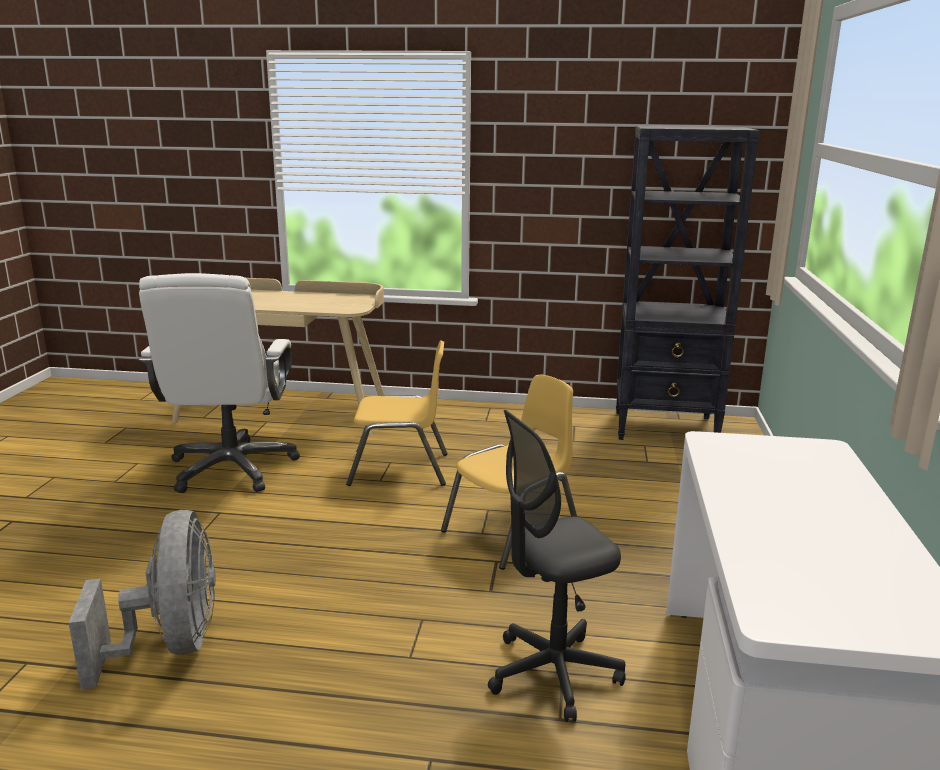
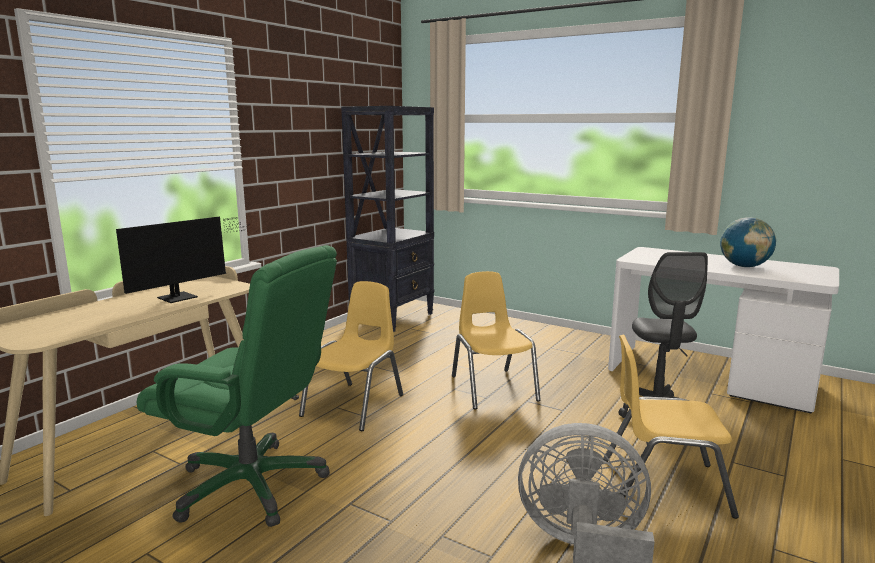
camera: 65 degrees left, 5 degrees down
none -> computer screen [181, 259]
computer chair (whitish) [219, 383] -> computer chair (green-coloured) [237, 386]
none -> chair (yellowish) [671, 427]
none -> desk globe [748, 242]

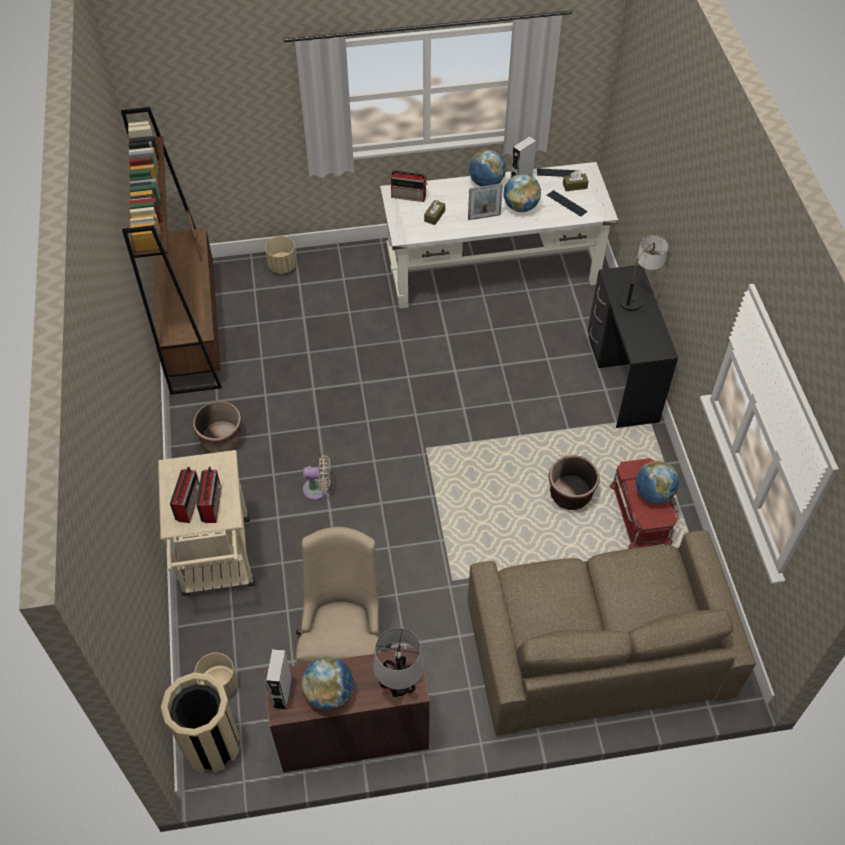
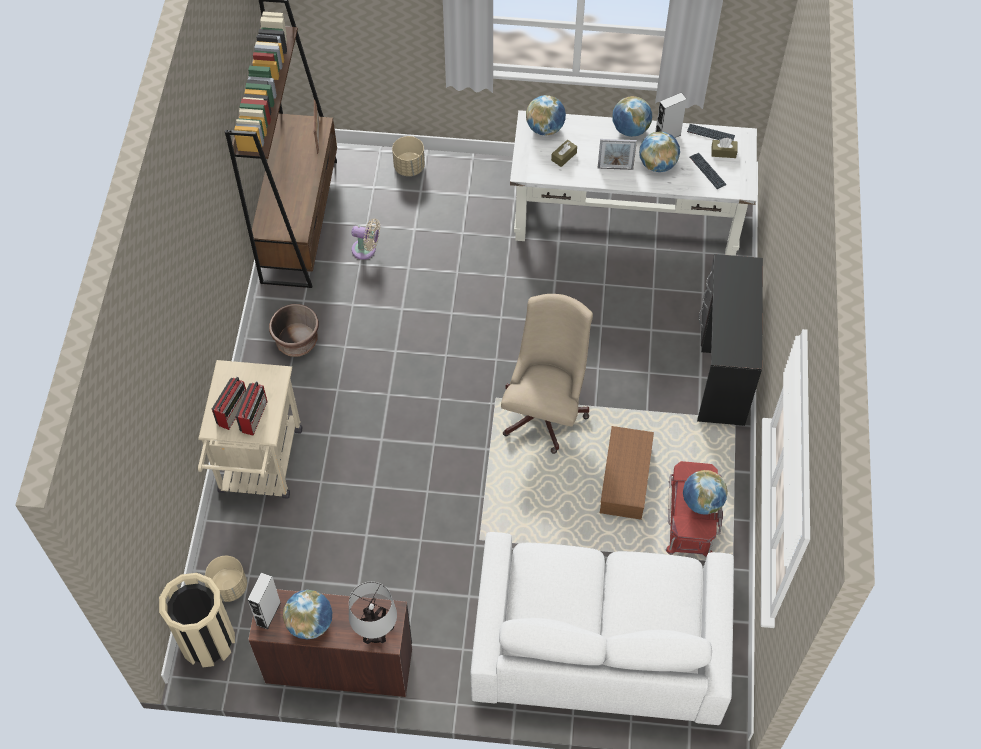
camera: 15 degrees right, 5 degrees up
cooling fan (sand-coloured) [317, 477] -> cooling fan (sand-coloured) [365, 239], relocated
couch (brownish) [612, 633] -> couch (whitish) [602, 628]
computer chair (sand-coloured) [344, 595] -> computer chair (sand-coloured) [547, 374], relocated
radio [409, 186] -> desk globe [546, 115]
flower pot (brownish) [574, 482] -> storage box (brownish) [627, 473]
tabletop lamp [644, 273] -> none

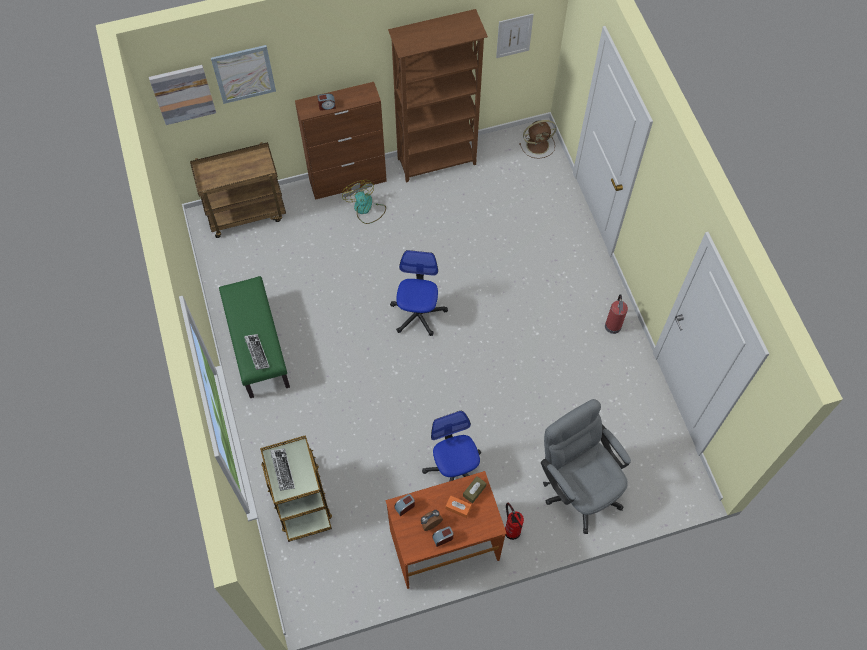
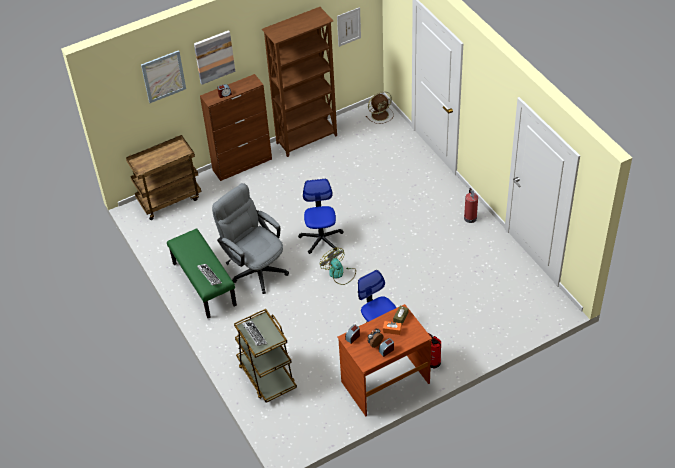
camera: 10 degrees left, 15 degrees down
picture [182, 95] -> picture [214, 57], relocated
computer chair (grey) [586, 466] -> computer chair (grey) [250, 238], relocated
cooling fan [364, 202] -> cooling fan [338, 266], relocated

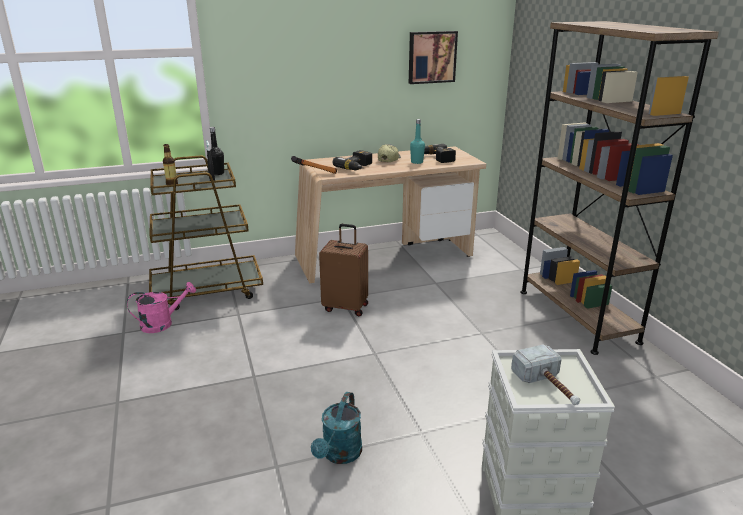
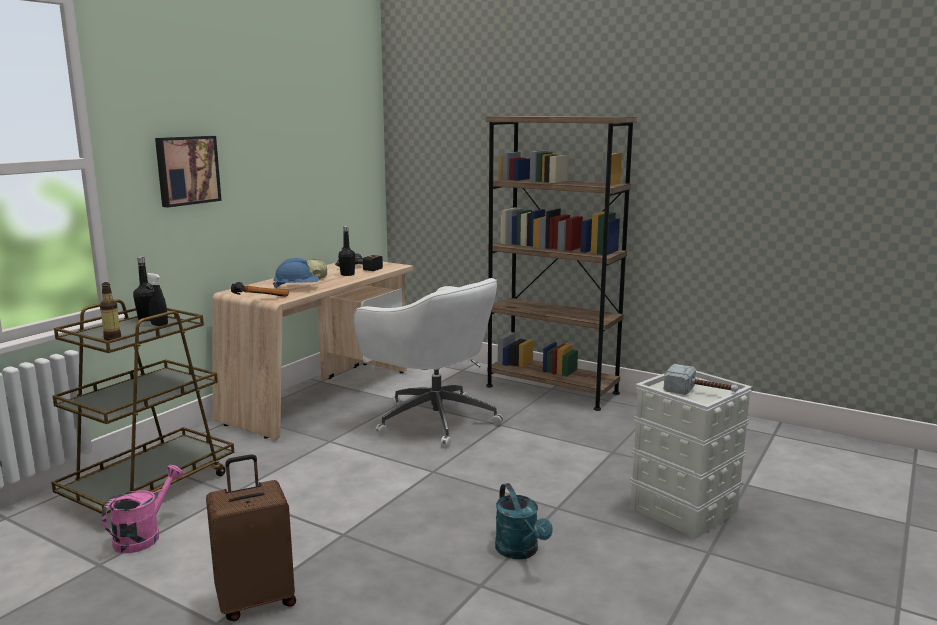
camera: 40 degrees left, 10 degrees down
picture [433, 57] -> picture [188, 172], relocated
travel case (brownish) [343, 270] -> travel case (brownish) [251, 537], relocated
power drill [352, 160] -> hard hat (blue-coloured) [296, 273]
bottle (turquoise) [417, 141] -> bottle (black) [346, 251]
none -> computer chair (whitish) [428, 363]

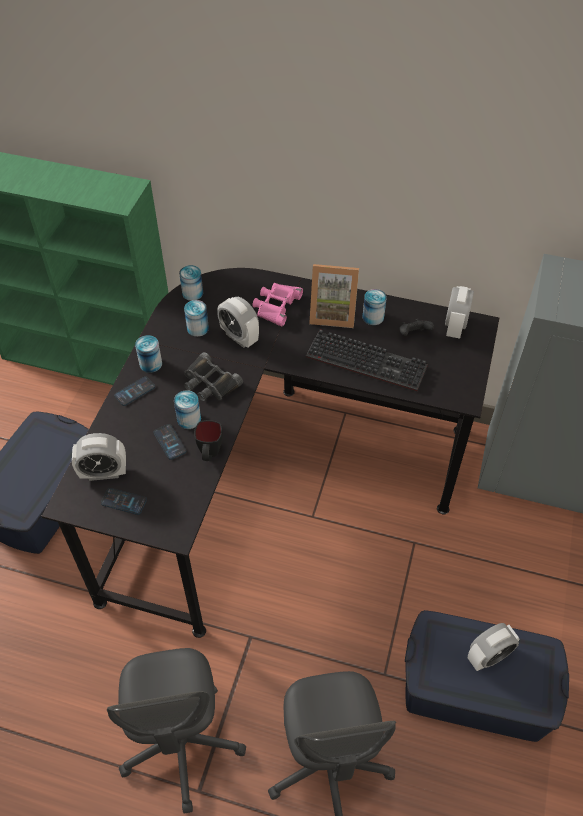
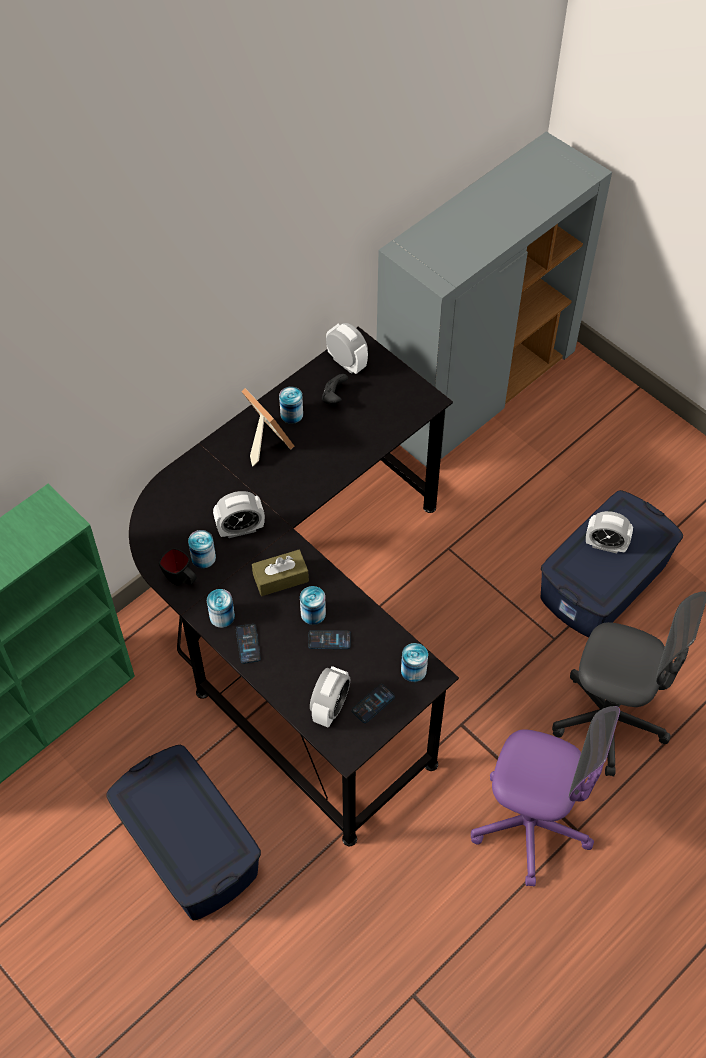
camera: 60 degrees left, 5 degrees up
mug (black) [208, 440] -> mug (black) [178, 567], relocated
standing frame [334, 296] -> standing frame [267, 427], 75 degrees counterclockwise
binoculars (black) [213, 376] -> tissue holder (brownish) [280, 573]
can [191, 283] -> can [414, 662], relocated
computer chair (grey) [176, 731] -> computer chair (purplish) [545, 796]
alarm clock [494, 647] -> alarm clock [609, 532], 105 degrees clockwise
binoculars (pink) [277, 304] -> none
keyboard [367, 361] -> none

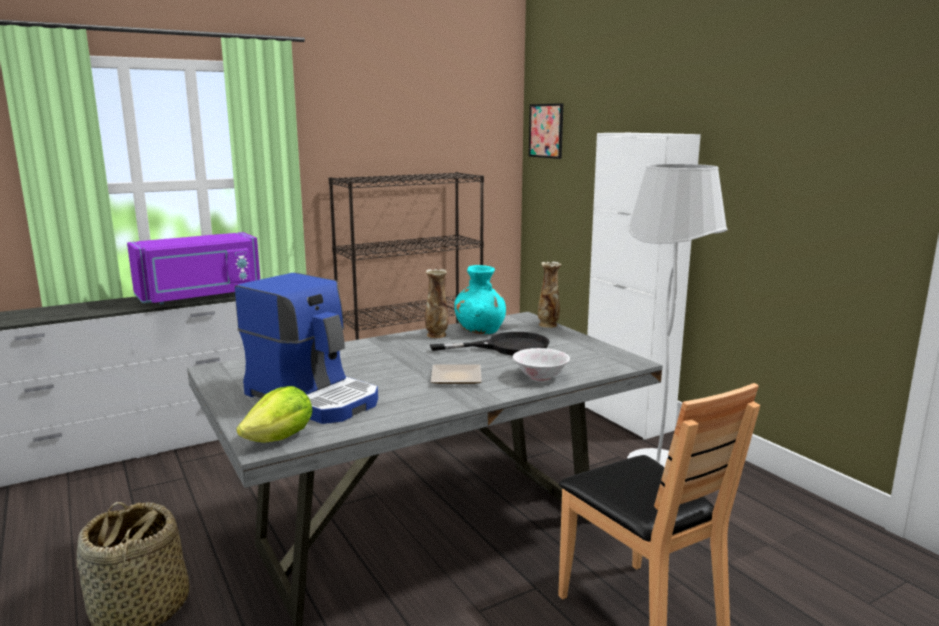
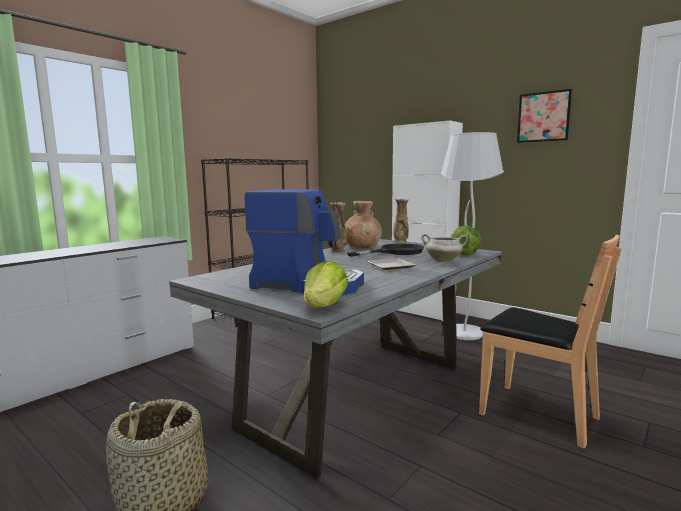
camera: 20 degrees left, 5 degrees down
vase (turquoise) [480, 299] -> vase (brownish) [363, 224]
bowl (whitish) [541, 364] -> cooking pot (whitish) [444, 248]
none -> lettuce [466, 240]
picture [546, 131] -> picture [544, 116], relocated
microwave (purplish) [193, 268] -> none

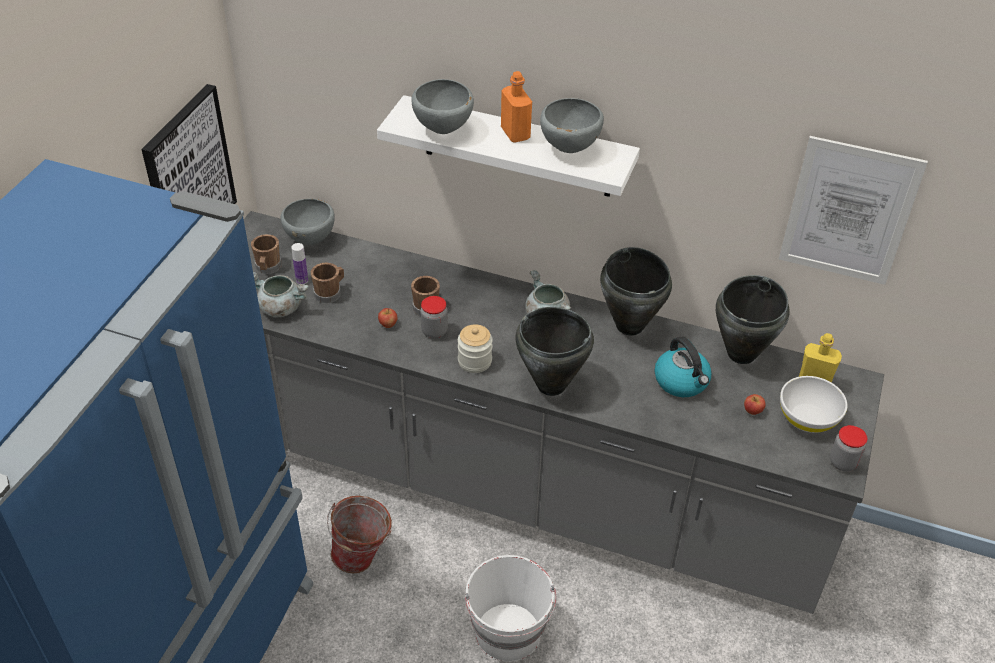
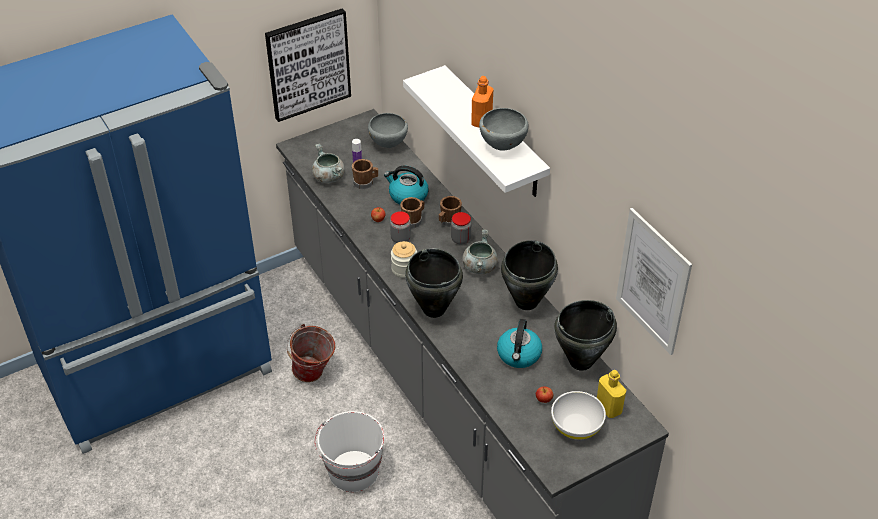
camera: 40 degrees right, 0 degrees up
none -> kettle [406, 185]
mug (brownish) [266, 254] -> mug (brownish) [450, 211], relocated
preserve jar [848, 448] -> preserve jar [461, 228], relocated
bowl (grey) [442, 106] -> none

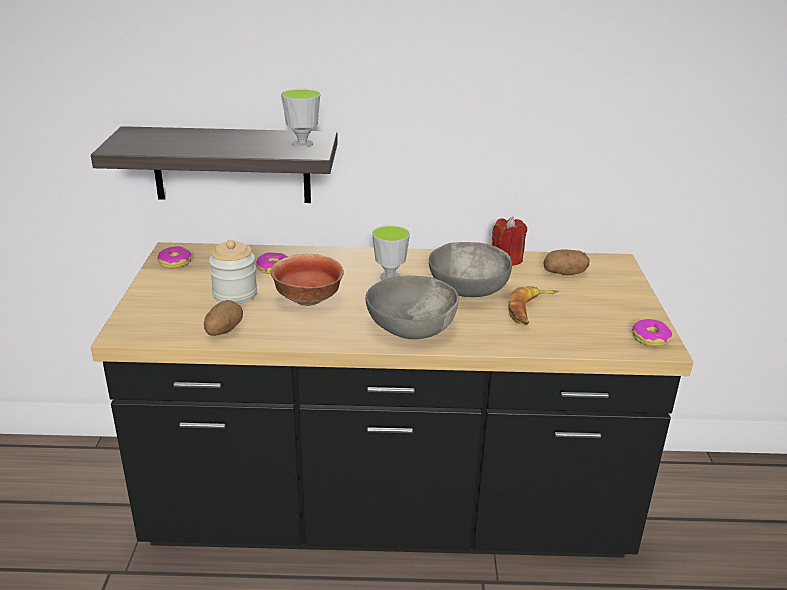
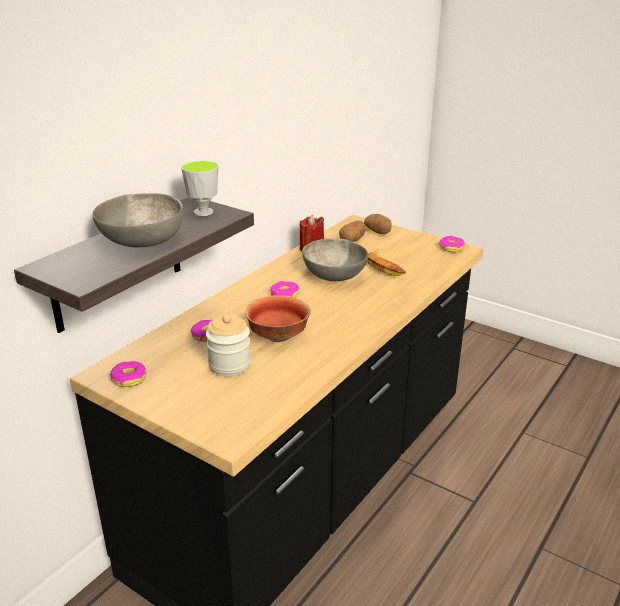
camera: 55 degrees left, 0 degrees up
bowl (grey) [412, 307] -> bowl (grey) [138, 220], relocated
drinking cup [391, 252] -> donut [284, 289]
spud [223, 318] -> spud [378, 224], relocated

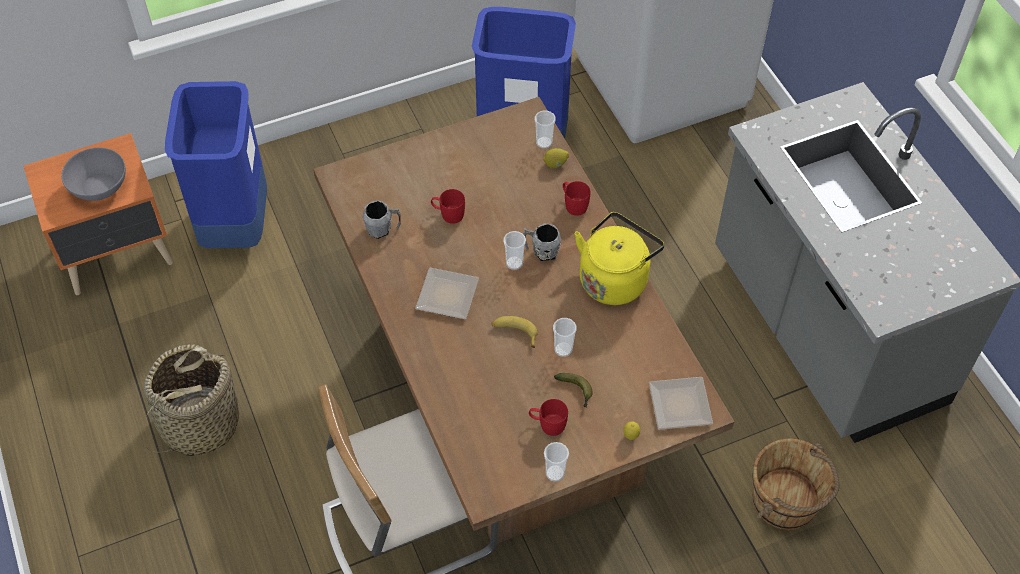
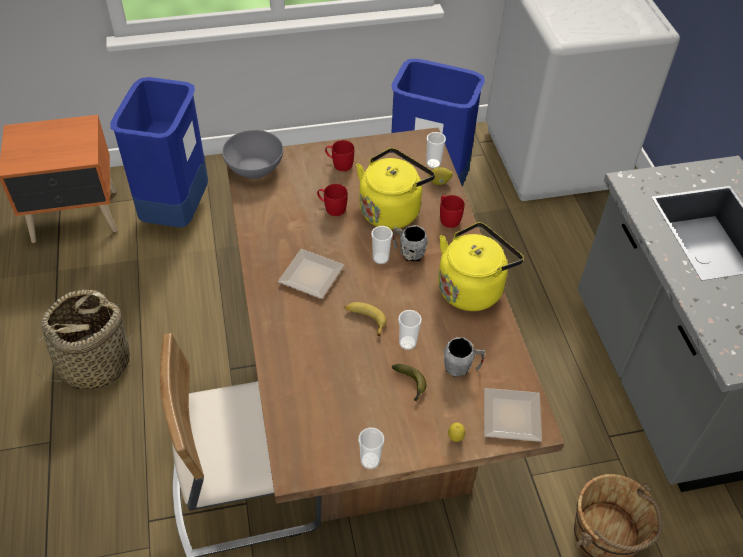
camera: 10 degrees right, 5 degrees down
bowl (grey) [93, 174] -> bowl (grey) [252, 154], relocated
mug (reddish) [548, 417] -> mug (reddish) [339, 155], relocated
none -> kettle (yellowish) [395, 188]
mug (grey) [382, 220] -> mug (grey) [464, 357], relocated

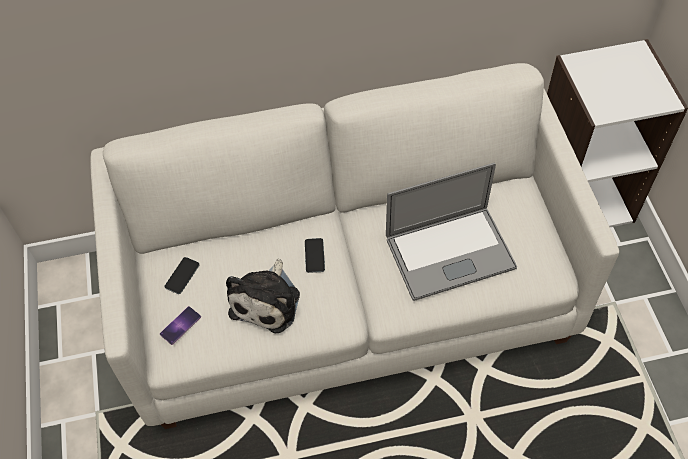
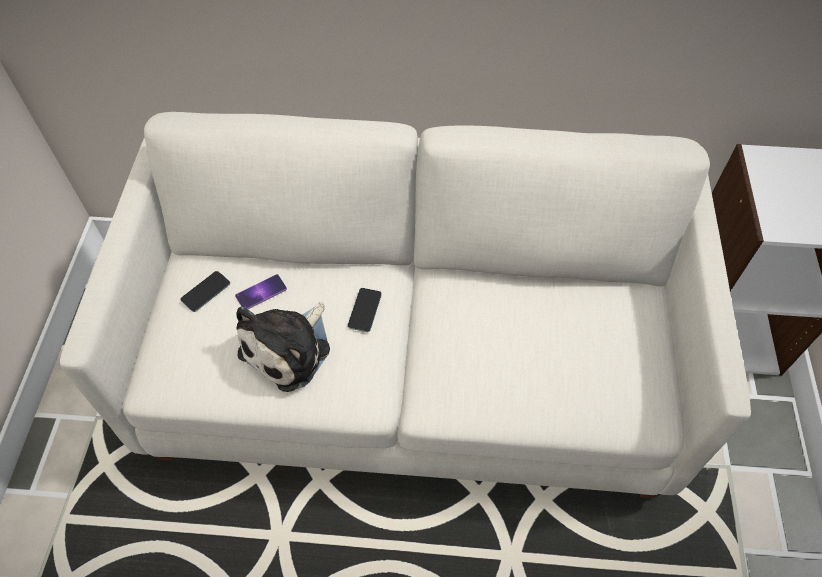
camera: 15 degrees right, 0 degrees up
phone [180, 325] -> phone [261, 291], relocated
portable computer [451, 232] -> none

